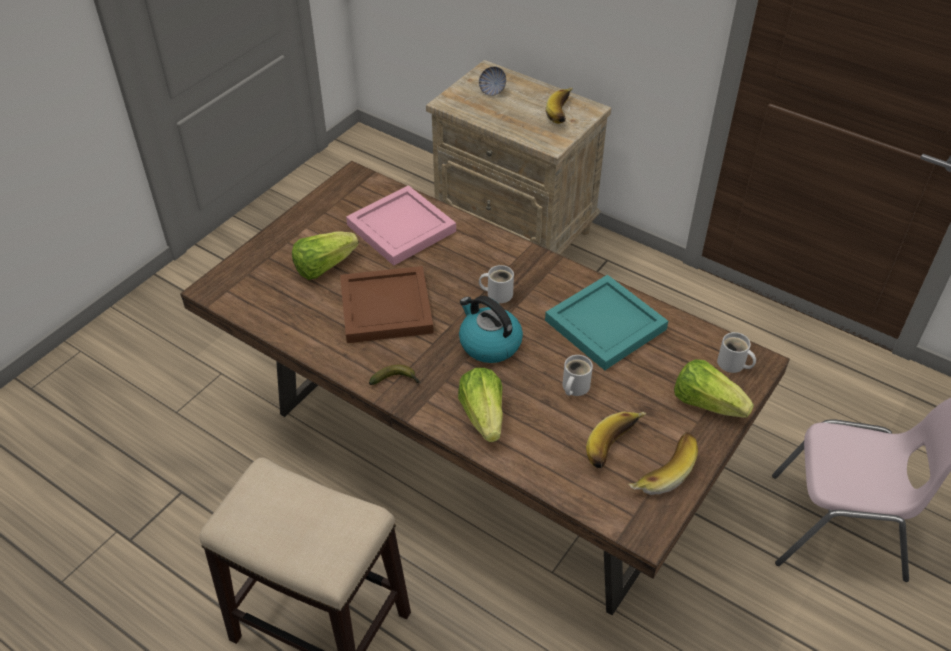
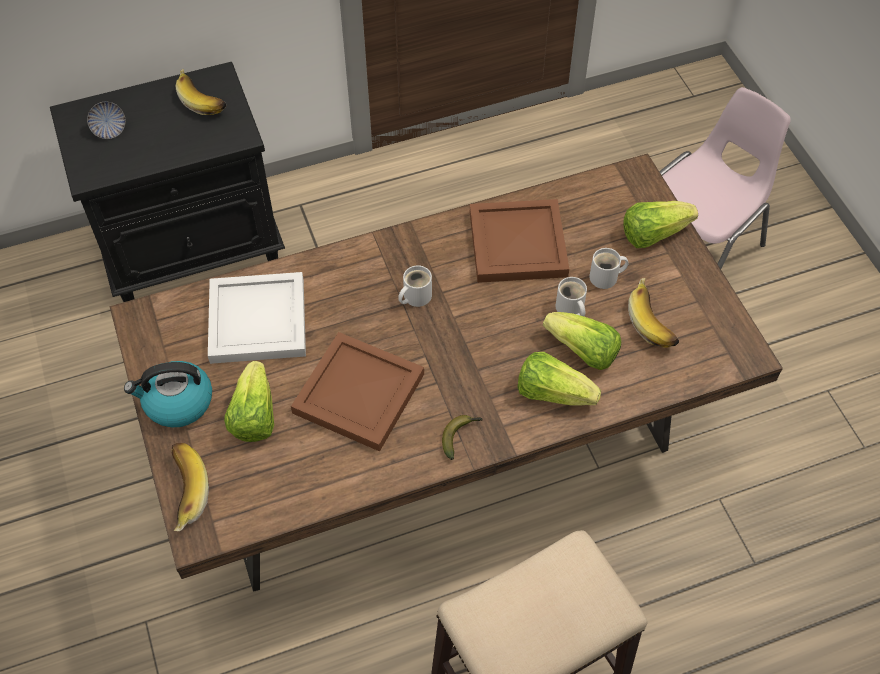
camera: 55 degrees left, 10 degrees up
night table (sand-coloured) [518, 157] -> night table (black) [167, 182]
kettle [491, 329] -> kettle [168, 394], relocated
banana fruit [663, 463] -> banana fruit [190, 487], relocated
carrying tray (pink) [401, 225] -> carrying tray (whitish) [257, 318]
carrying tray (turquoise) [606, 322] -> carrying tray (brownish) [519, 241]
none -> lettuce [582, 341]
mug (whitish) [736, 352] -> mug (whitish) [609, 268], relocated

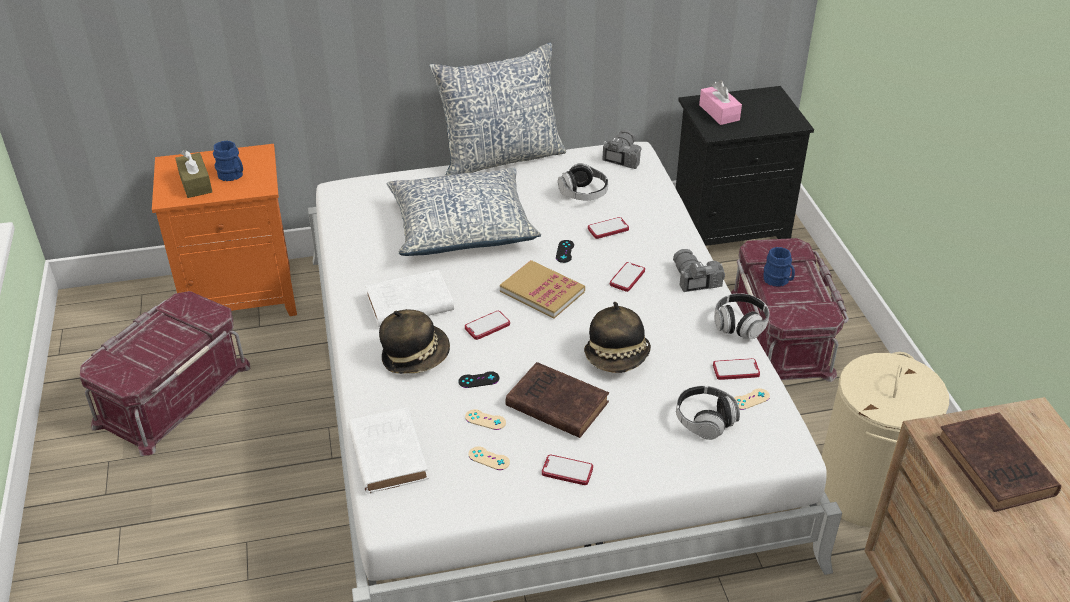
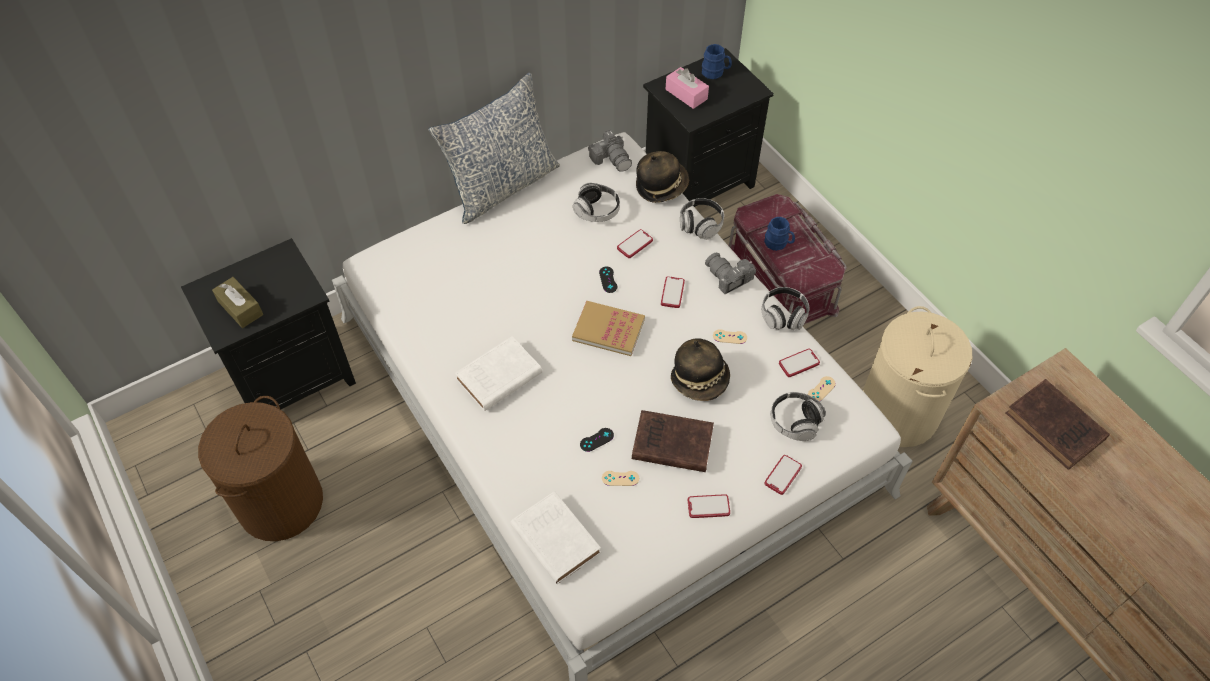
camera: 20 degrees left, 15 degrees up
night table (orange) [224, 230] -> night table (black) [268, 324]
storage box (reddish) [165, 373] -> laundry basket (brownish) [260, 468]
still camera [621, 149] -> still camera [610, 150], 150 degrees clockwise
clothing hat [414, 341] -> clothing hat [662, 177], relocated
none -> pair of headphones [702, 219]
mug (blue-coloured) [228, 160] -> mug (blue-coloured) [717, 61], relocated
joypad (sand-coloured) [489, 458] -> joypad (sand-coloured) [730, 336], relocated
phone [487, 325] -> phone [783, 475], relocated
pillow [463, 212] -> none

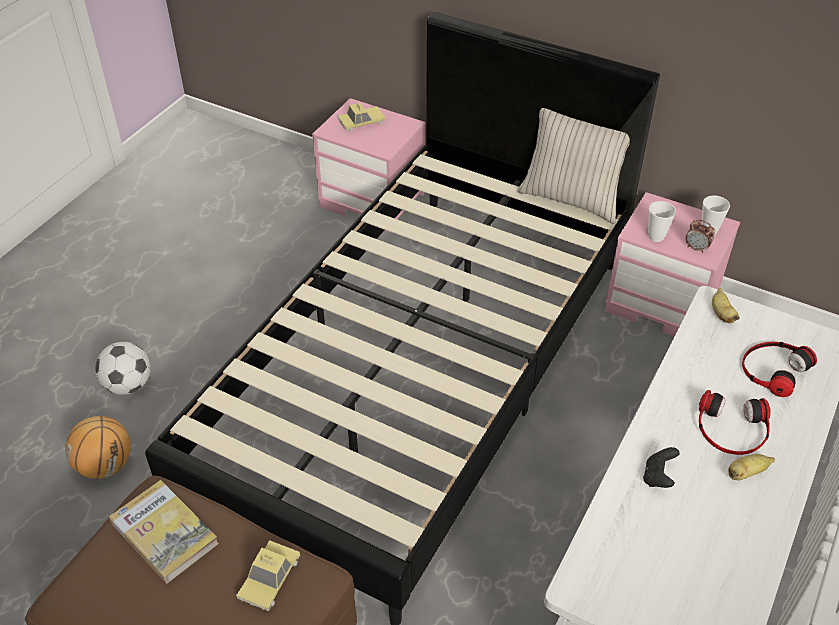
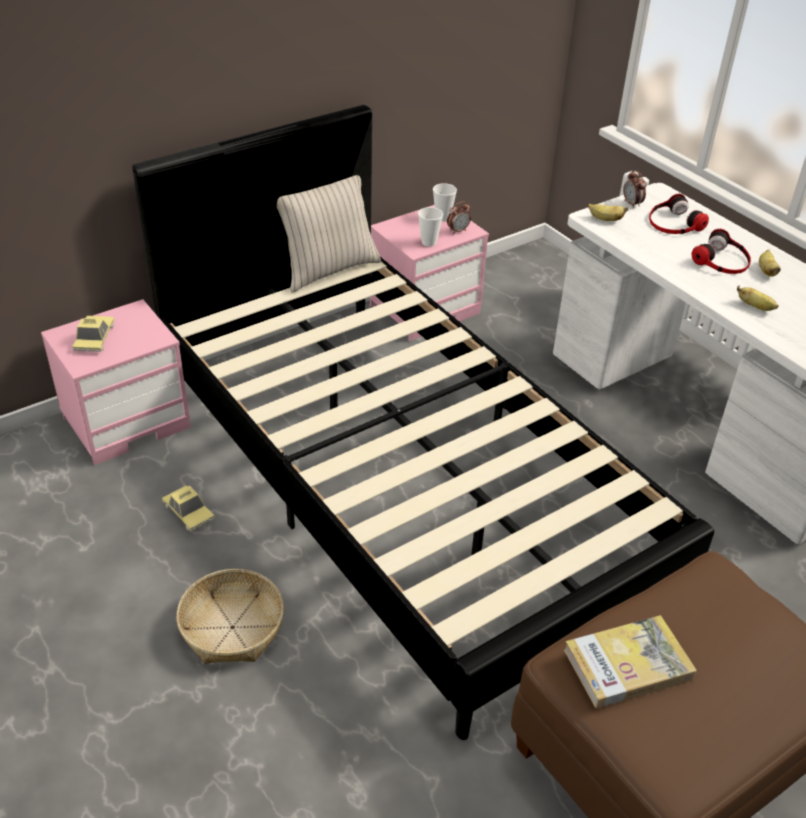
camera: 65 degrees left, 5 degrees down
miniature car [268, 575] -> miniature car [188, 508], relocated
none -> storage basket [230, 616]
none -> alarm clock [634, 189]
joypad (black) [661, 467] -> banana fruit [758, 298]
basketball [98, 447] -> none
football [123, 368] -> none

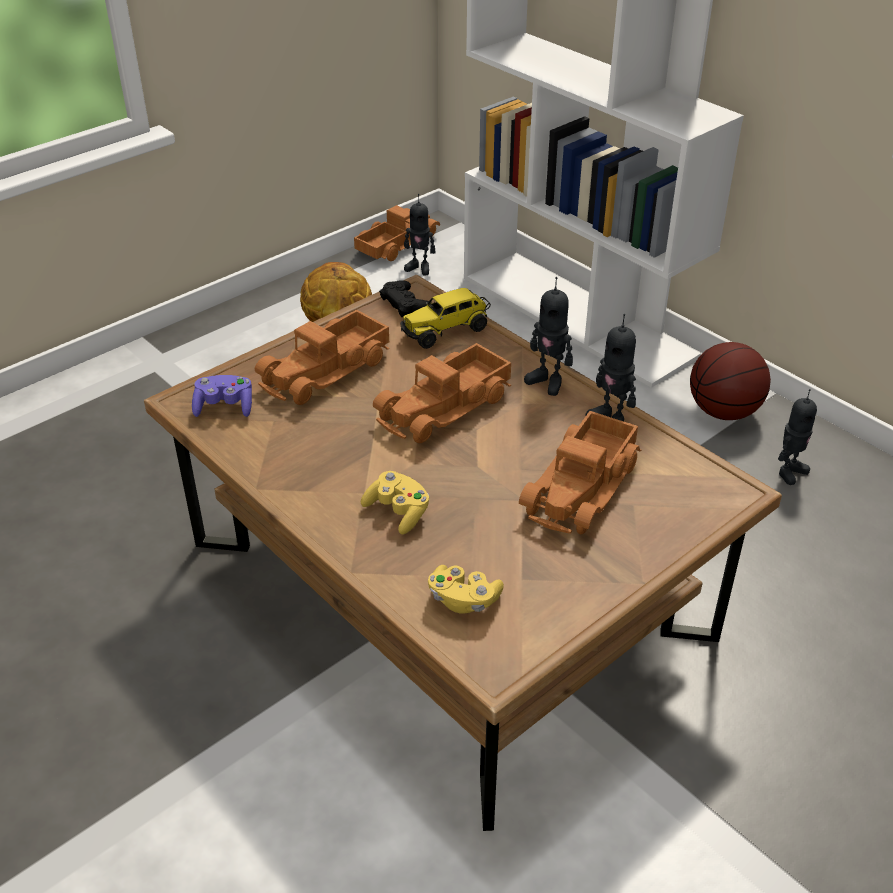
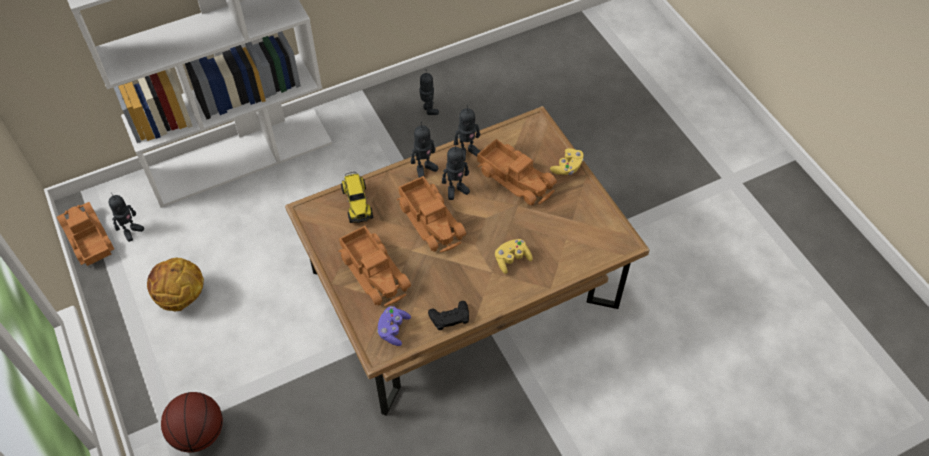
camera: 75 degrees left, 15 degrees up
basketball [730, 381] -> basketball [192, 422], relocated
joypad (black) [405, 298] -> joypad (black) [448, 315], relocated
none -> toy robot [456, 171]
joypad (yellowish) [466, 589] -> joypad (yellowish) [567, 161], relocated

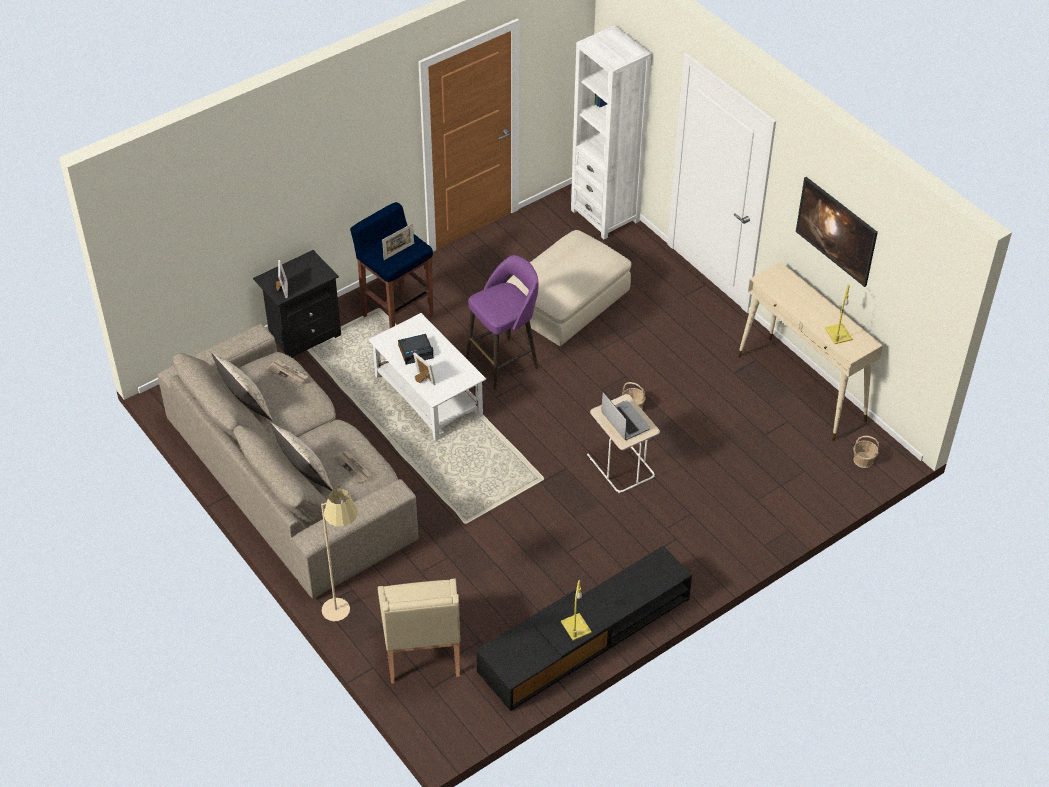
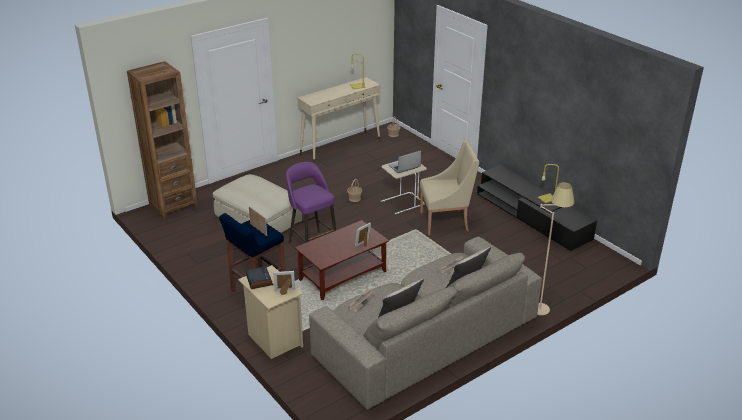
camera: 90 degrees left, 15 degrees down
shelving unit (whitish) [611, 132] -> shelving unit (brownish) [162, 139]
night table (black) [297, 304] -> night table (sand-coloured) [270, 312]
alarm clock [416, 349] -> alarm clock [259, 277], relocated
low table (whitish) [427, 377] -> low table (brownish) [342, 260]
armchair (sand-coloured) [419, 631] -> armchair (sand-coloured) [449, 188], relocated
picture [837, 232] -> none

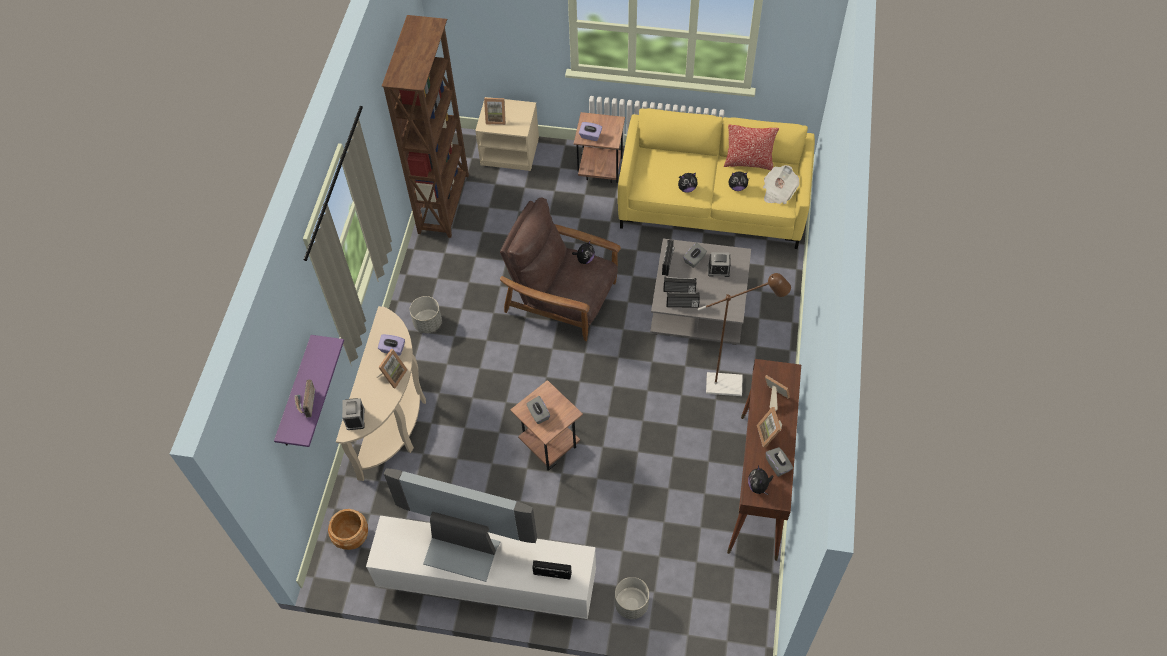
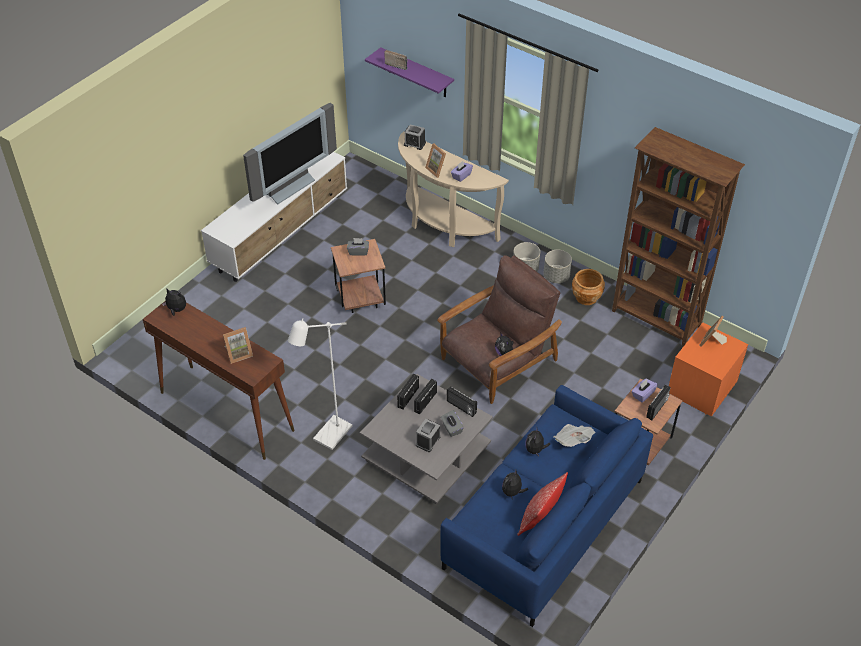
camera: 115 degrees right, 10 degrees down
floor lamp (brownish) [744, 334] -> floor lamp (whitish) [320, 384]
couch (yellowish) [716, 178] -> couch (blue-coloured) [546, 506]
flower pot (grey) [632, 598] -> flower pot (grey) [558, 266], relocated
newspaper [781, 184] -> newspaper [575, 435], relocated
flower pot (brownish) [348, 529] -> flower pot (brownish) [588, 287], relocated
radio [552, 570] -> radio [658, 402], relocated
night table (sand-coloured) [507, 134] -> night table (orange) [708, 370]
standing frame [769, 427] -> none
tissue holder (grey) [779, 462] -> none

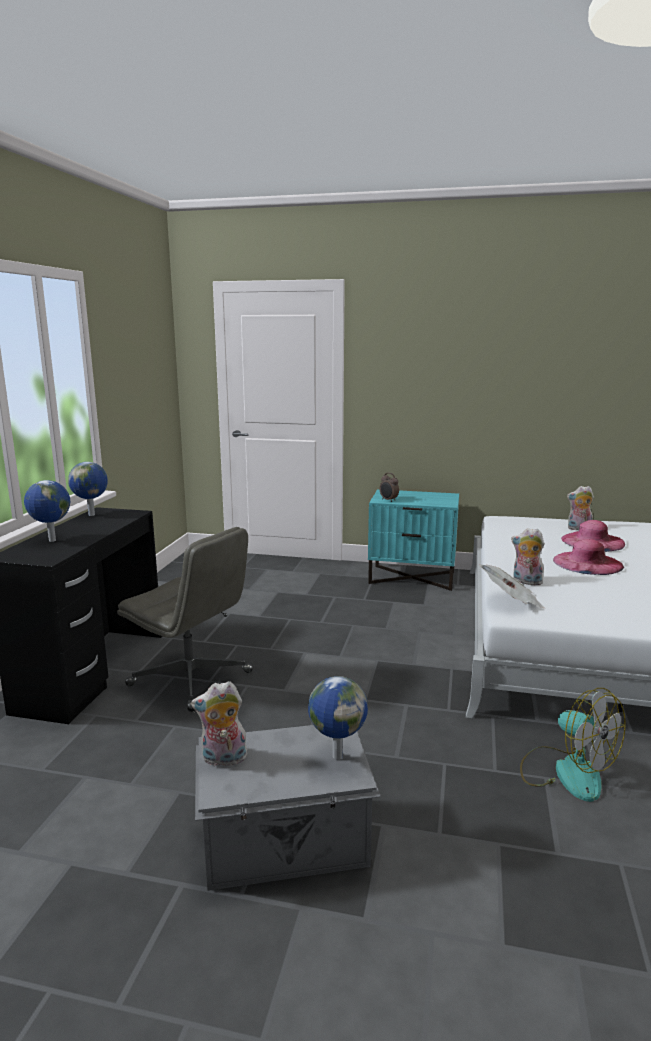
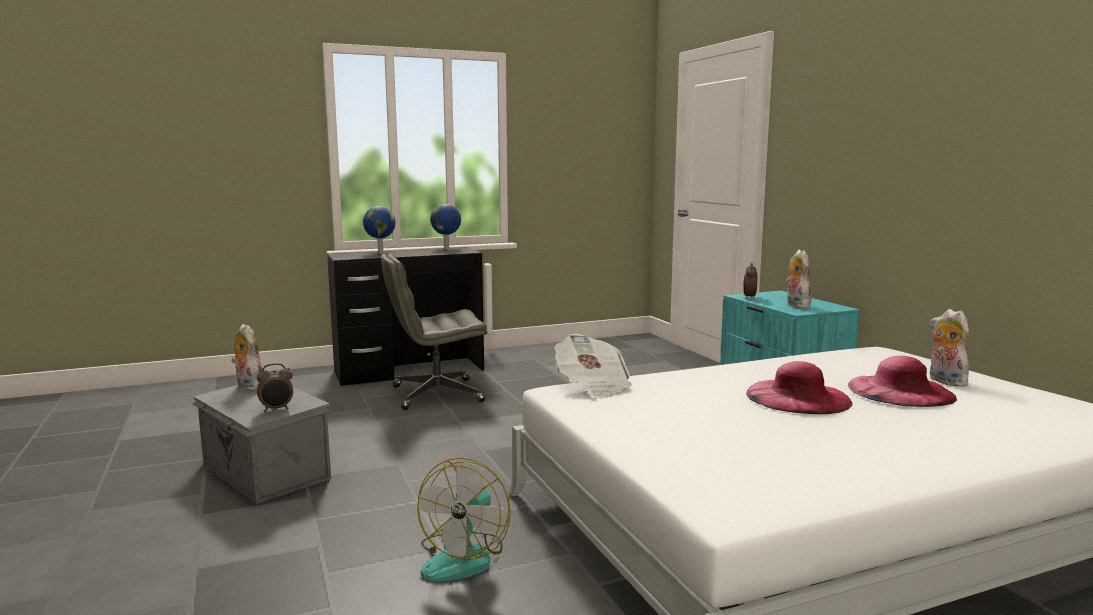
camera: 55 degrees right, 5 degrees down
desk globe [338, 717] -> alarm clock [275, 387]
computer chair (grey) [185, 619] -> computer chair (grey) [434, 331], 75 degrees clockwise
plush toy [528, 556] -> plush toy [798, 279], relocated

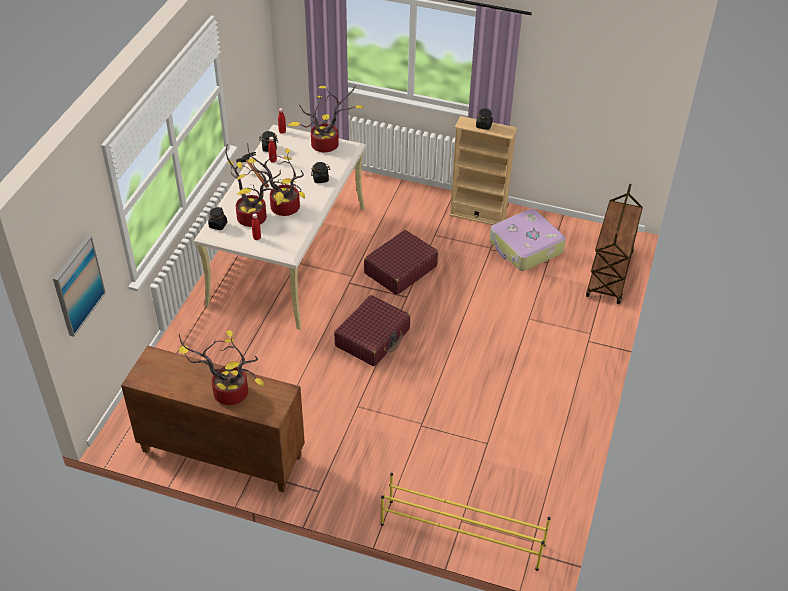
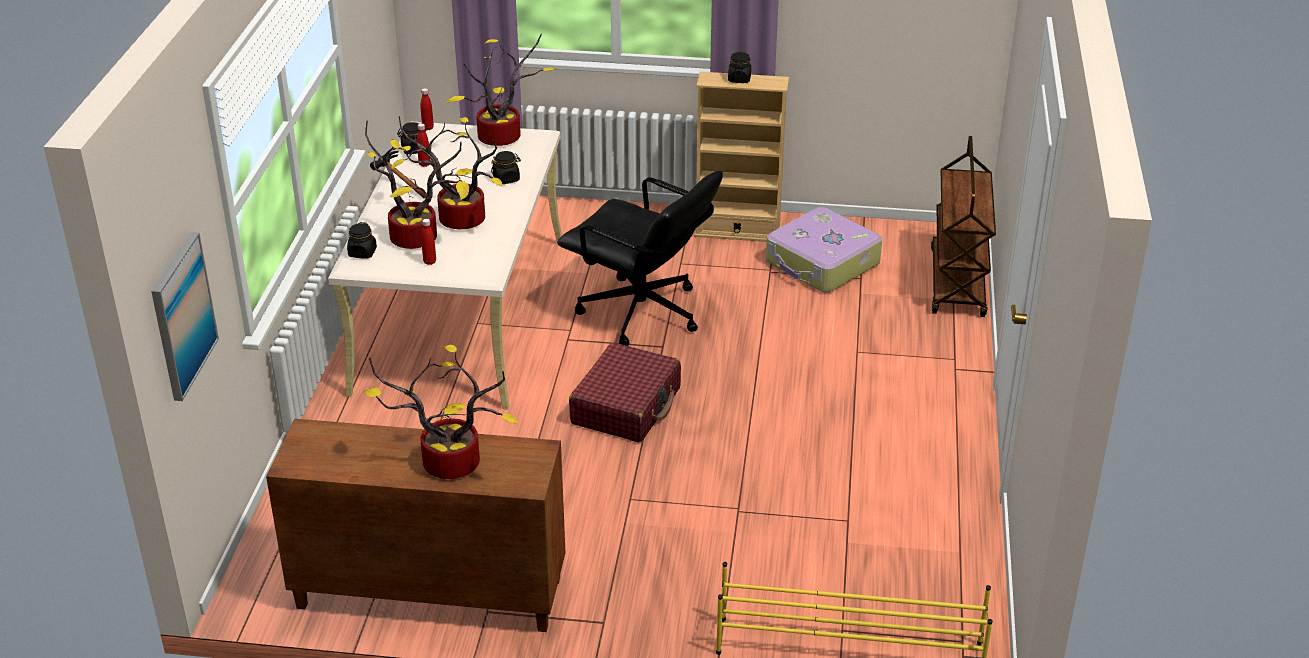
camera: 10 degrees left, 10 degrees down
travel case (reddish) [401, 262] -> computer chair (black) [640, 258]

